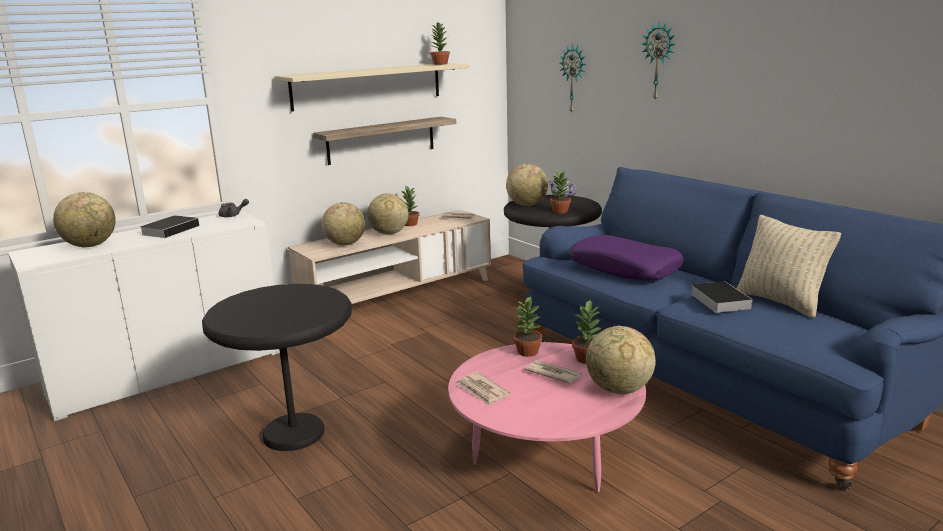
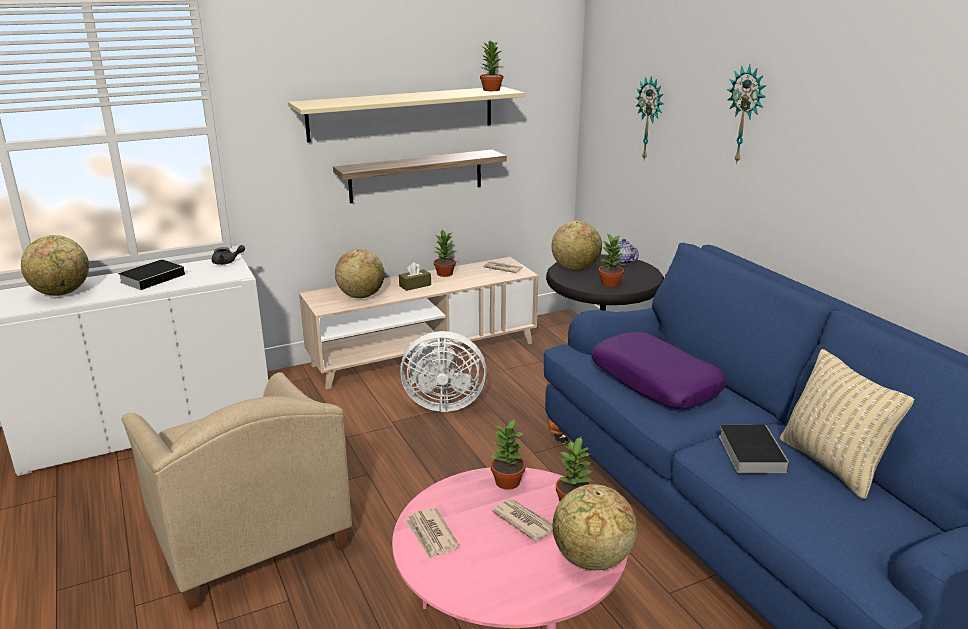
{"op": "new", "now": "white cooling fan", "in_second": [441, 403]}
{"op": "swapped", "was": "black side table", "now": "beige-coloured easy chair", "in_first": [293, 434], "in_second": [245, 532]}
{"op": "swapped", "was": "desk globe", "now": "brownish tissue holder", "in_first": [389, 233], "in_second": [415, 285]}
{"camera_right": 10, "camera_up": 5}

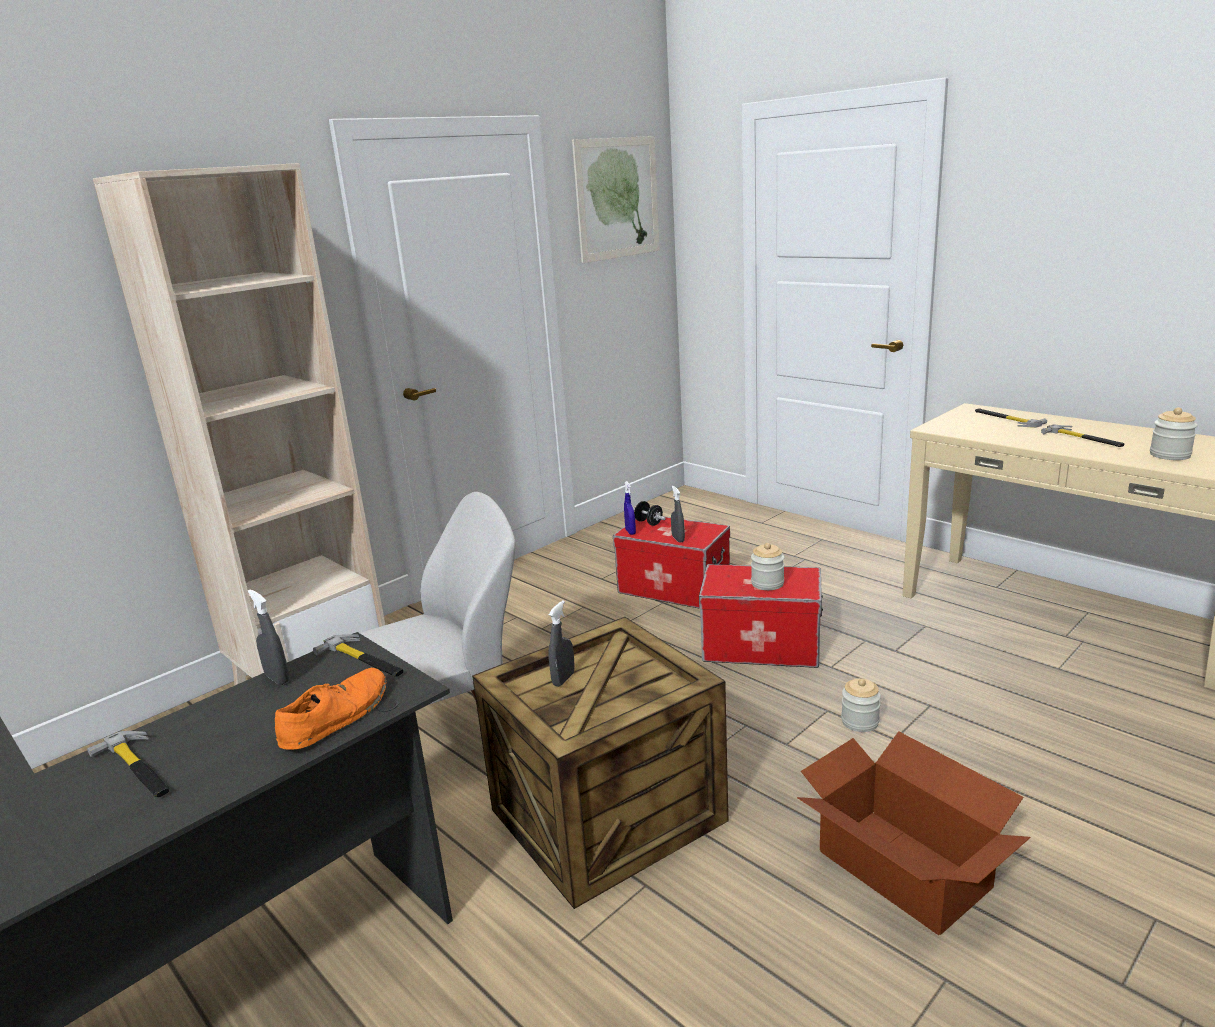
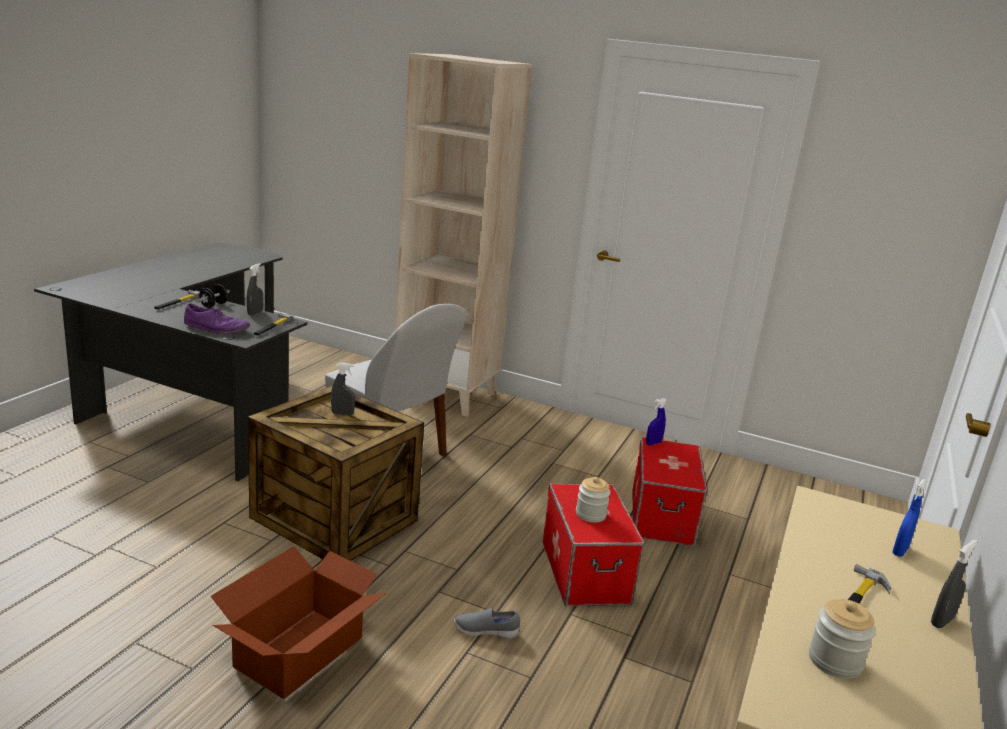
{"op": "gone", "was": "wall art", "in_first": [617, 198]}
{"op": "shifted", "was": "black free weight", "in_first": [648, 523], "in_second": [213, 305]}
{"op": "shifted", "was": "grey spray bottle", "in_first": [678, 539], "in_second": [942, 621]}
{"op": "swapped", "was": "preserve jar", "now": "grey shoe", "in_first": [860, 722], "in_second": [485, 631]}
{"op": "swapped", "was": "hammer", "now": "bluish spray bottle", "in_first": [1006, 420], "in_second": [900, 551]}
{"op": "repainted", "was": "orange-coloured shoe", "now": "purple-coloured shoe", "in_first": [336, 717], "in_second": [216, 328]}
{"camera_right": 65, "camera_up": 0}

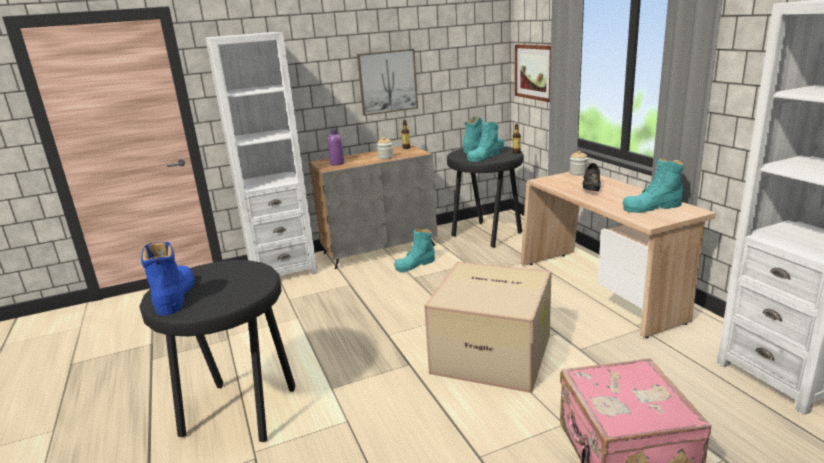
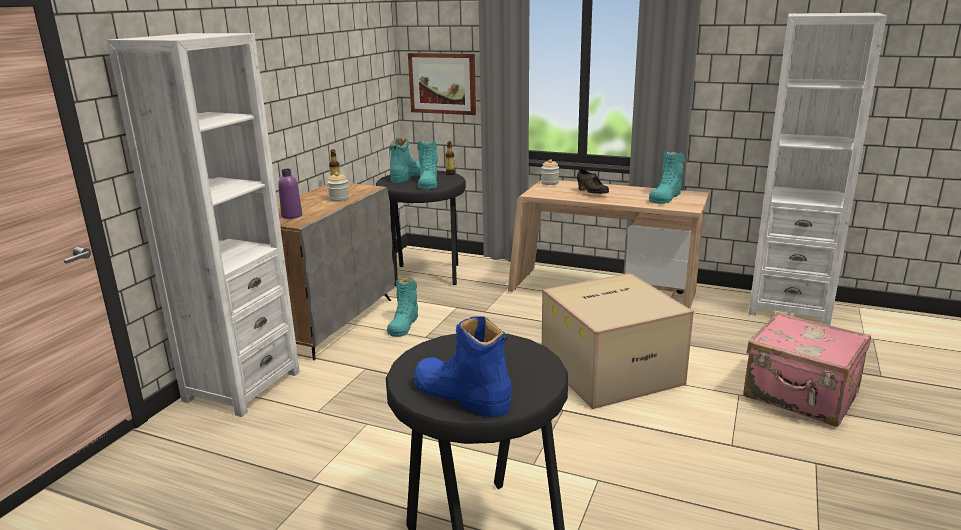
{"op": "gone", "was": "wall art", "in_first": [387, 82]}
{"camera_right": -45, "camera_up": 0}

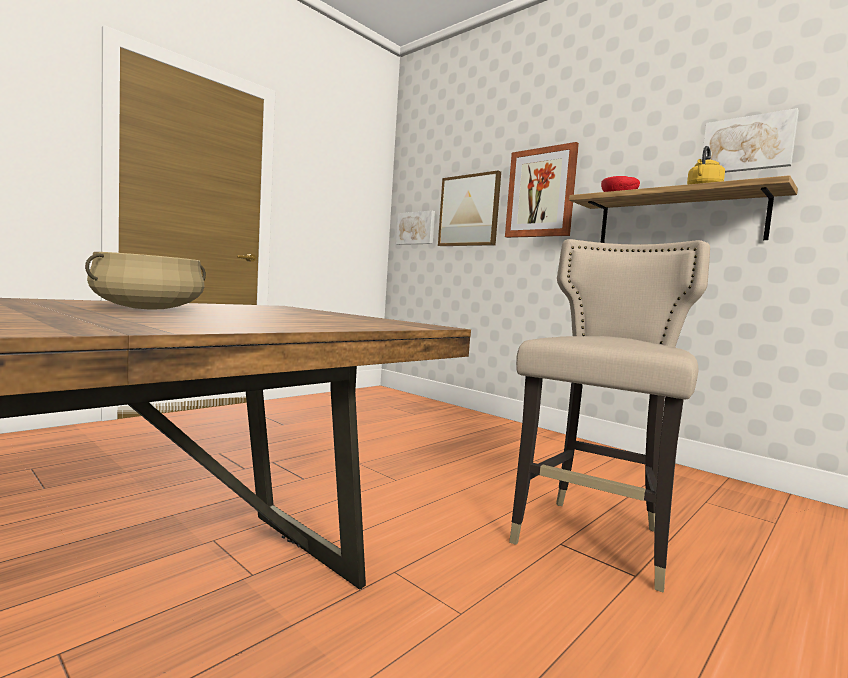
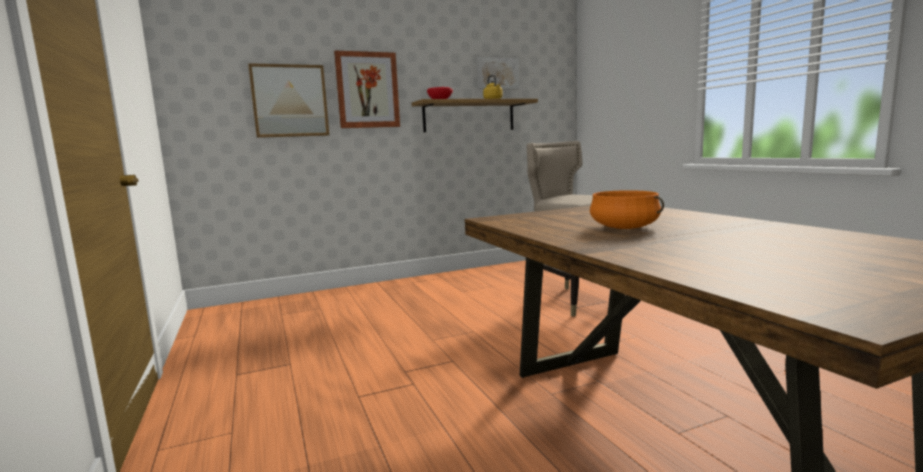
{"op": "gone", "was": "wall art", "in_first": [416, 228]}
{"op": "repainted", "was": "beige-coloured stockpot", "now": "orange-coloured stockpot", "in_first": [148, 309], "in_second": [624, 228]}
{"camera_right": -65, "camera_up": 5}

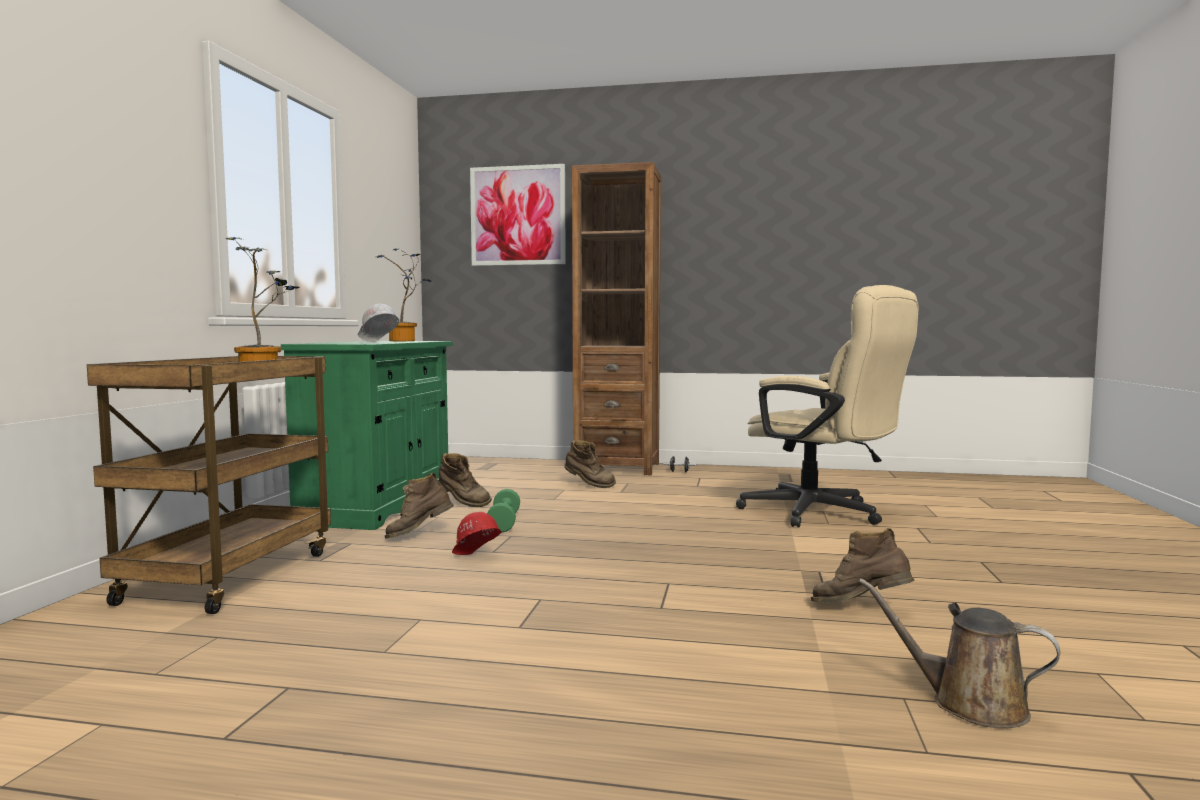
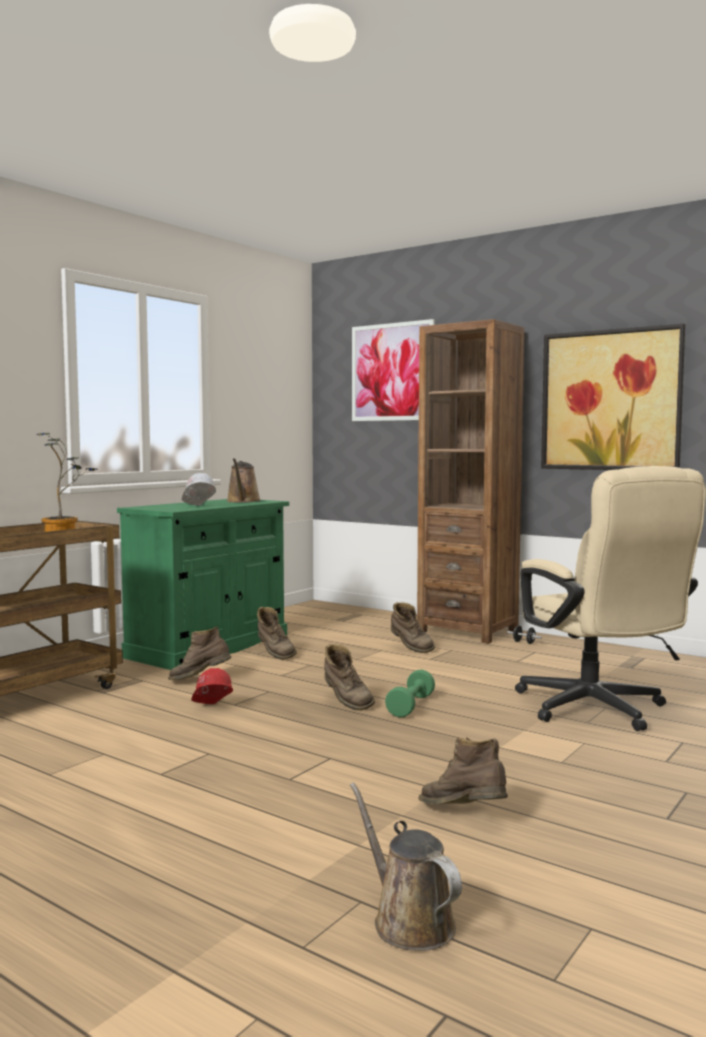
{"op": "new", "now": "brownish tall boot", "in_second": [346, 702]}
{"op": "new", "now": "wall art", "in_second": [610, 400]}
{"op": "shifted", "was": "green-coloured free weight", "in_first": [504, 523], "in_second": [410, 706]}
{"op": "swapped", "was": "potted plant", "now": "brownish sprinkling can", "in_first": [405, 341], "in_second": [243, 501]}
{"camera_right": 25, "camera_up": 0}

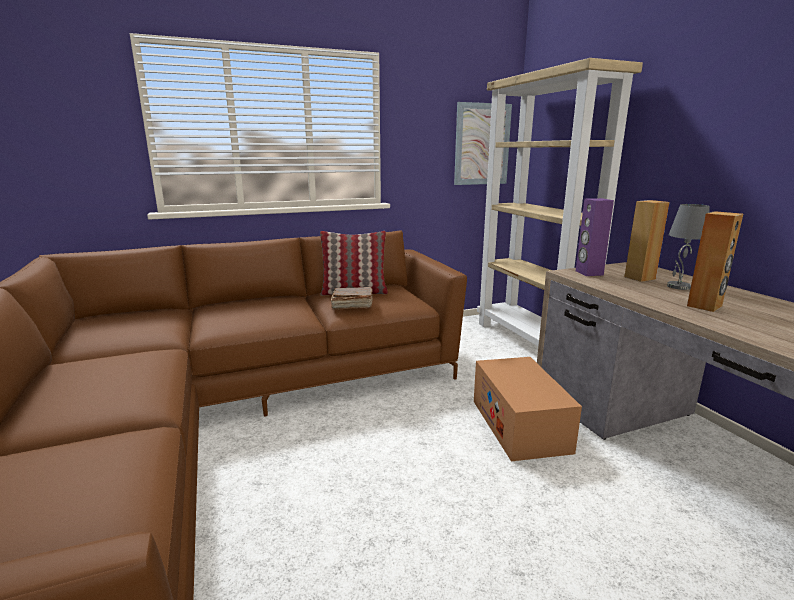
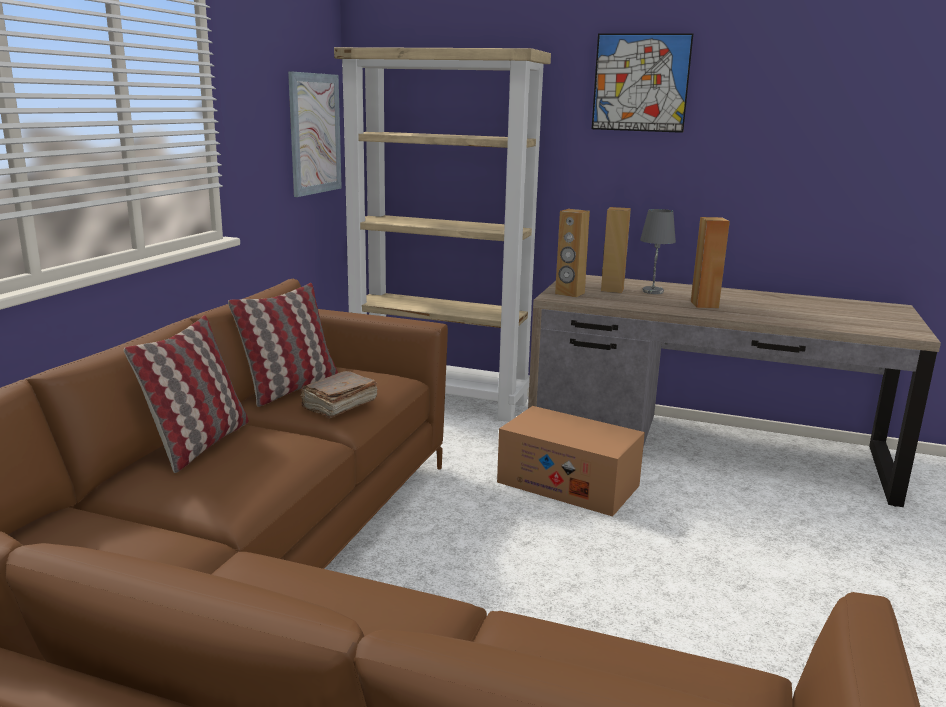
{"op": "new", "now": "cushion", "in_second": [199, 444]}
{"op": "new", "now": "wall art", "in_second": [640, 83]}
{"op": "repainted", "was": "purple-coloured audio speaker", "now": "brownish audio speaker", "in_first": [588, 273], "in_second": [569, 293]}
{"camera_right": -50, "camera_up": 0}

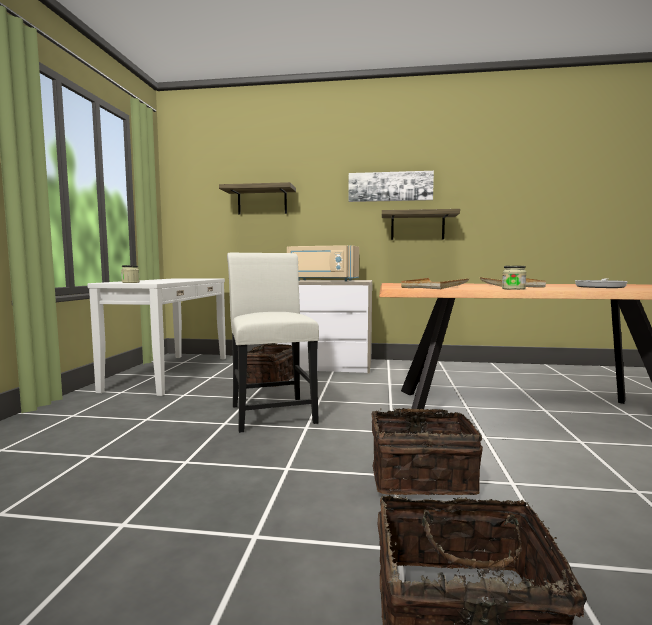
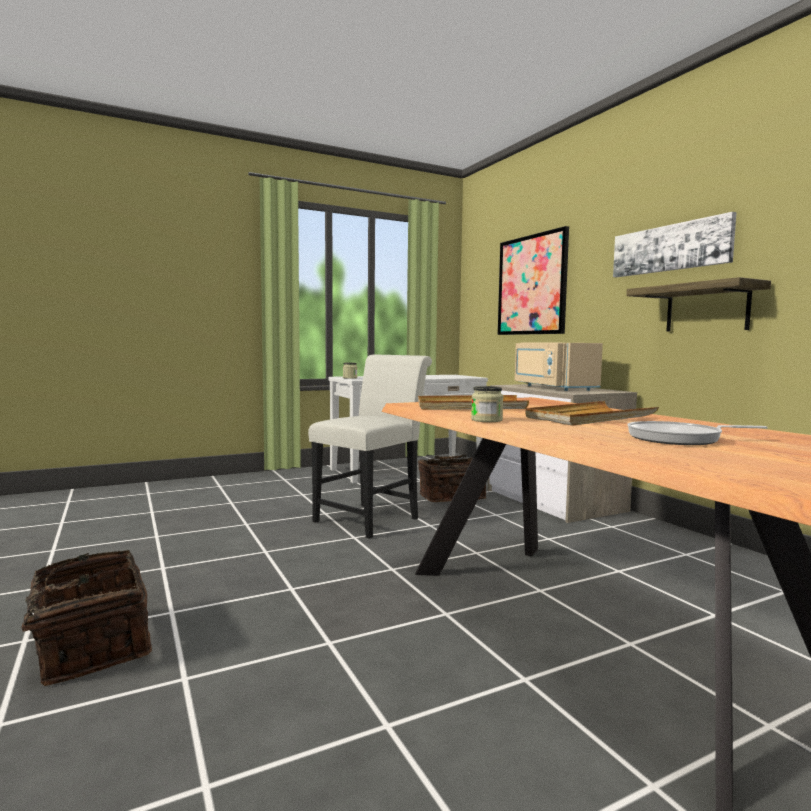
{"op": "gone", "was": "household basket", "in_first": [420, 477]}
{"op": "swapped", "was": "bracket shelf", "now": "wall art", "in_first": [262, 201], "in_second": [532, 285]}
{"camera_right": 55, "camera_up": 0}

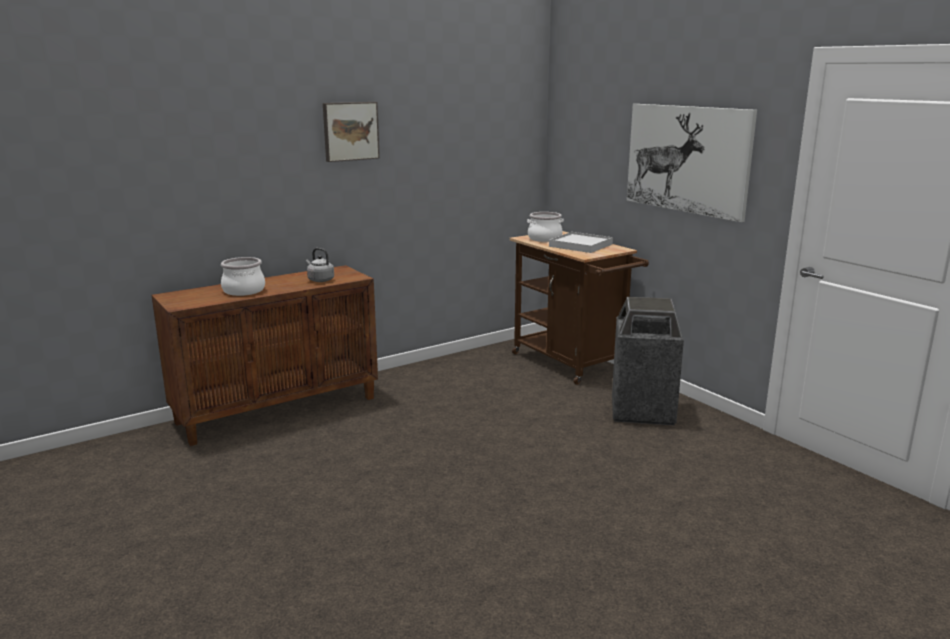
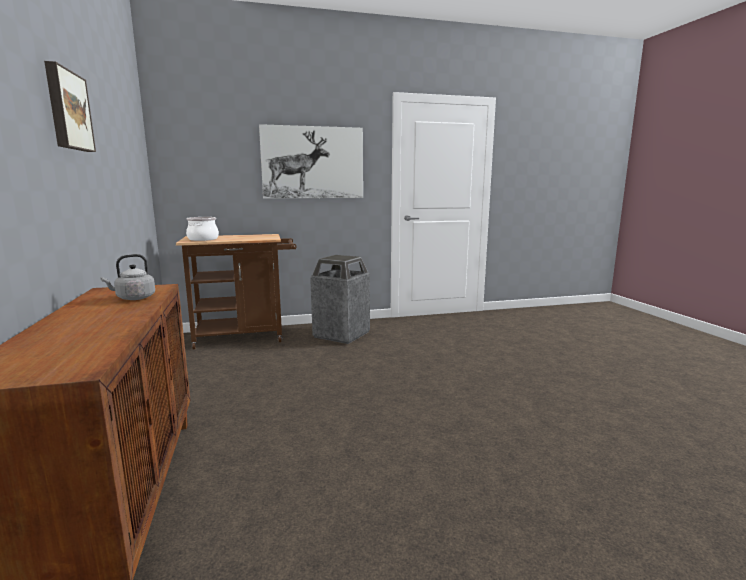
{"op": "gone", "was": "stockpot", "in_first": [243, 291]}
{"op": "gone", "was": "white tray", "in_first": [580, 245]}
{"camera_right": -70, "camera_up": -5}

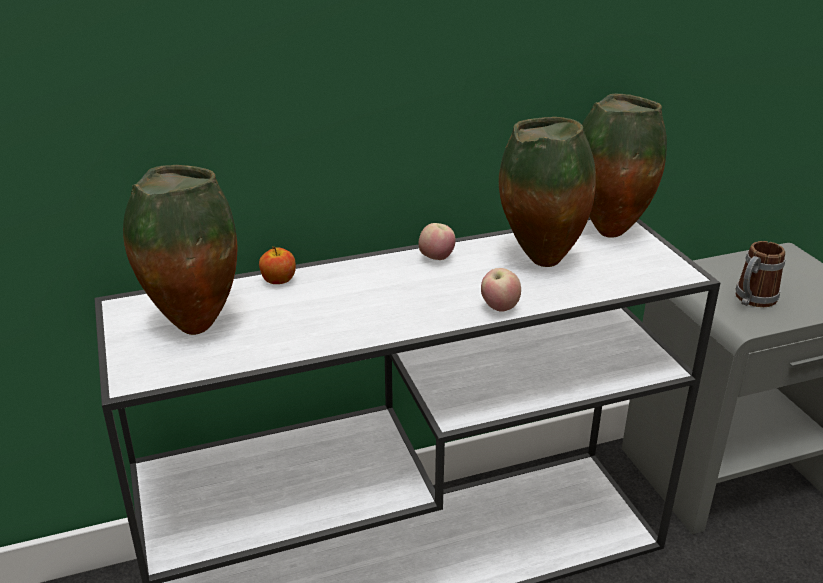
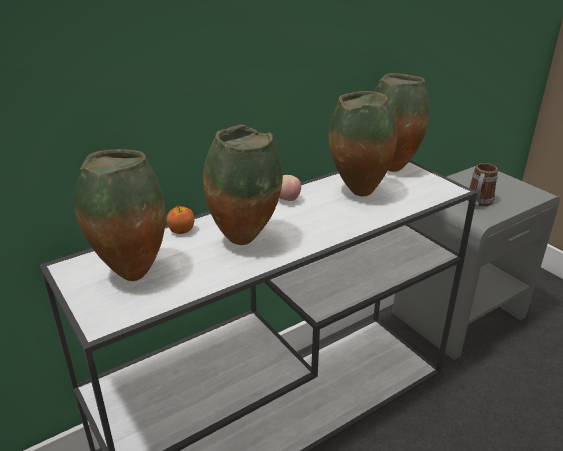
{"op": "gone", "was": "apple fruit", "in_first": [499, 307]}
{"op": "new", "now": "vase", "in_second": [245, 240]}
{"camera_right": -15, "camera_up": 0}

